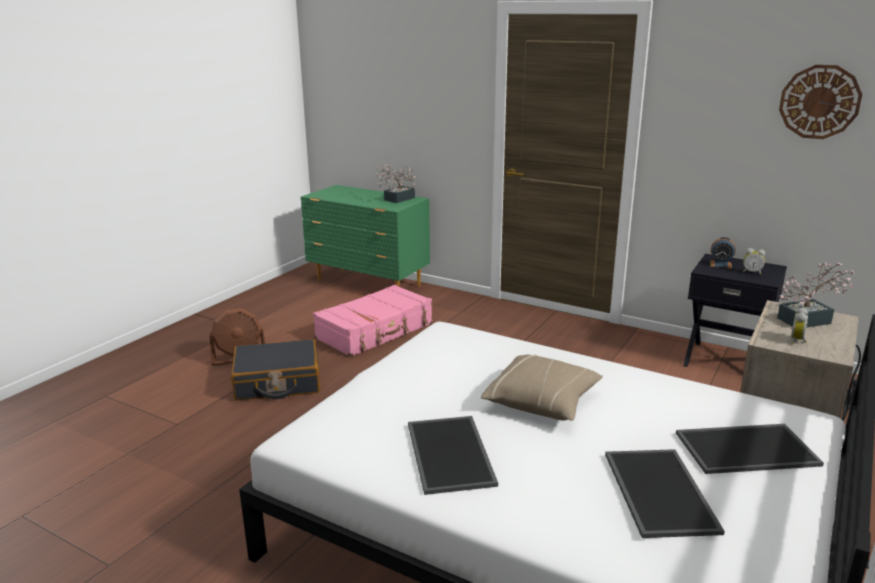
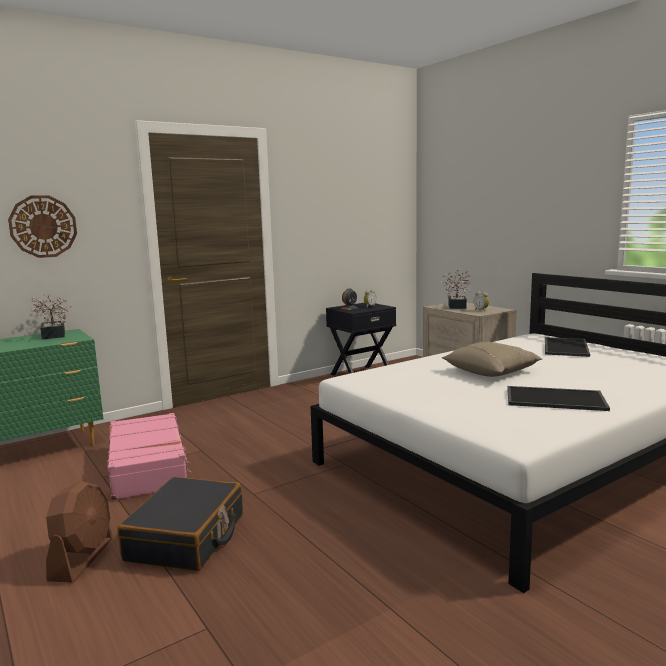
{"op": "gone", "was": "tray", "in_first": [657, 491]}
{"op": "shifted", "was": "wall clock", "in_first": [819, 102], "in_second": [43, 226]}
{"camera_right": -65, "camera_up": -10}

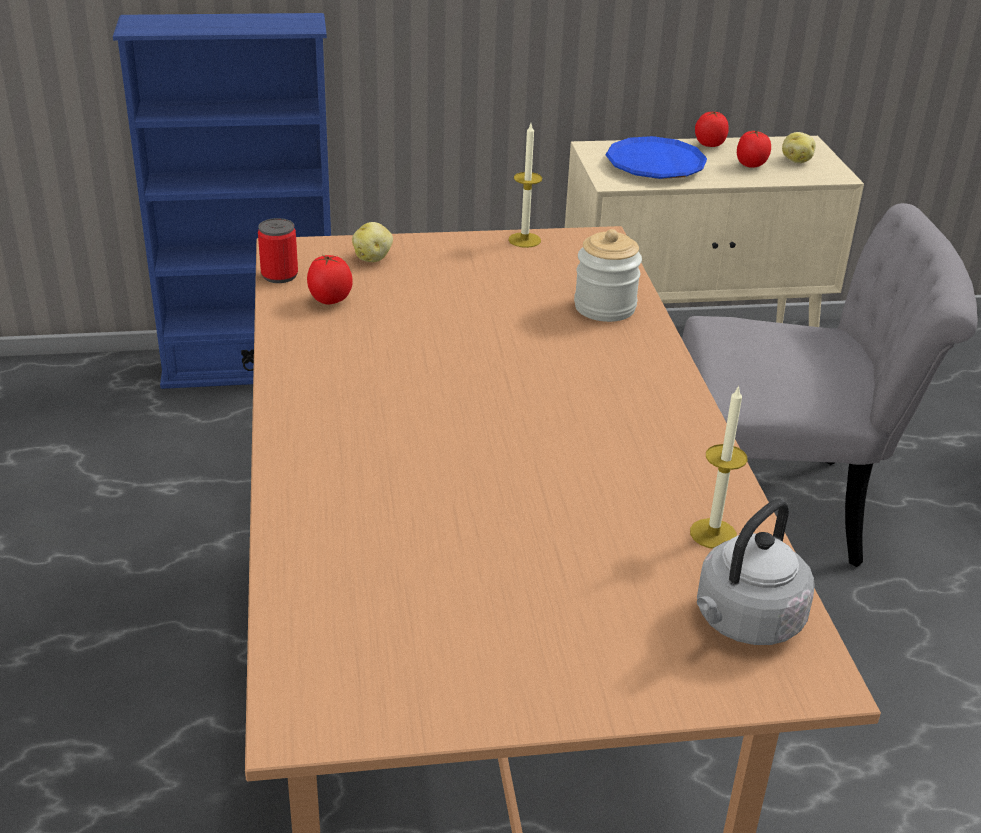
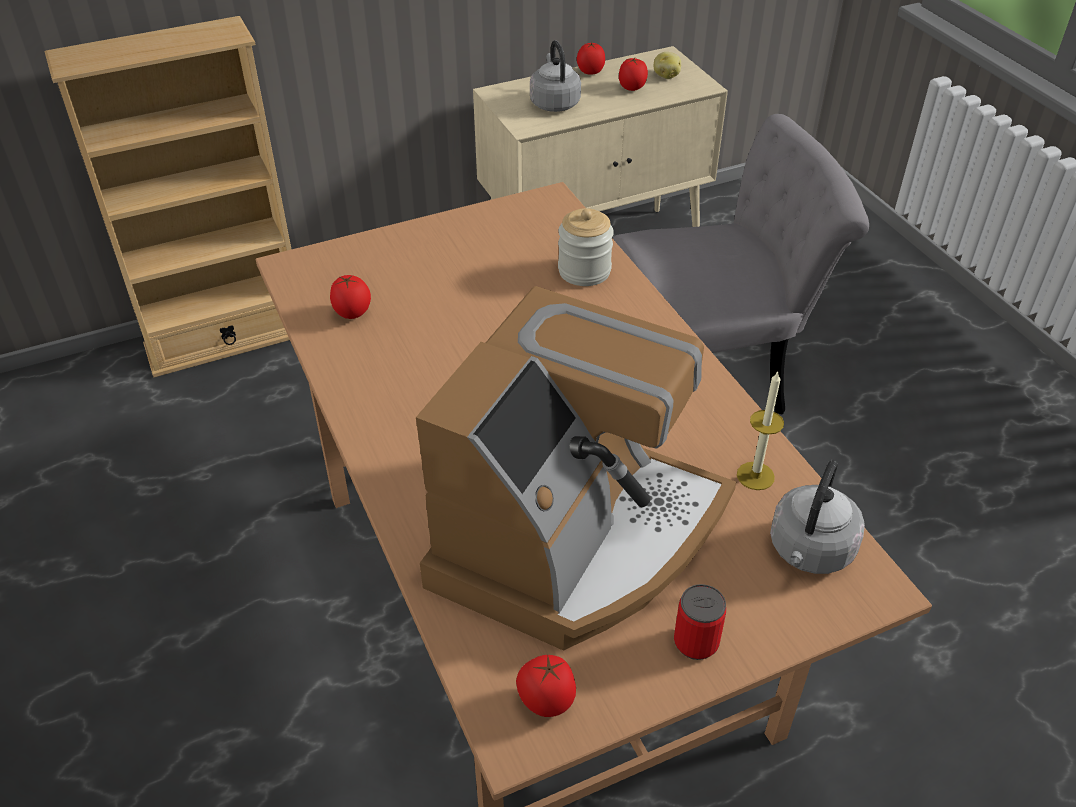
{"op": "gone", "was": "whole potato", "in_first": [373, 258]}
{"op": "gone", "was": "wax candle", "in_first": [524, 240]}
{"op": "new", "now": "coffee machine", "in_second": [576, 538]}
{"op": "new", "now": "tomato", "in_second": [546, 701]}
{"op": "shifted", "was": "sealed can", "in_first": [279, 275], "in_second": [696, 642]}
{"op": "swapped", "was": "bluish flat dish", "now": "grey water kettle", "in_first": [655, 165], "in_second": [554, 103]}
{"op": "repainted", "was": "bluish bookcase", "now": "beige-coloured bookcase", "in_first": [251, 368], "in_second": [228, 339]}
{"camera_right": -15, "camera_up": 10}

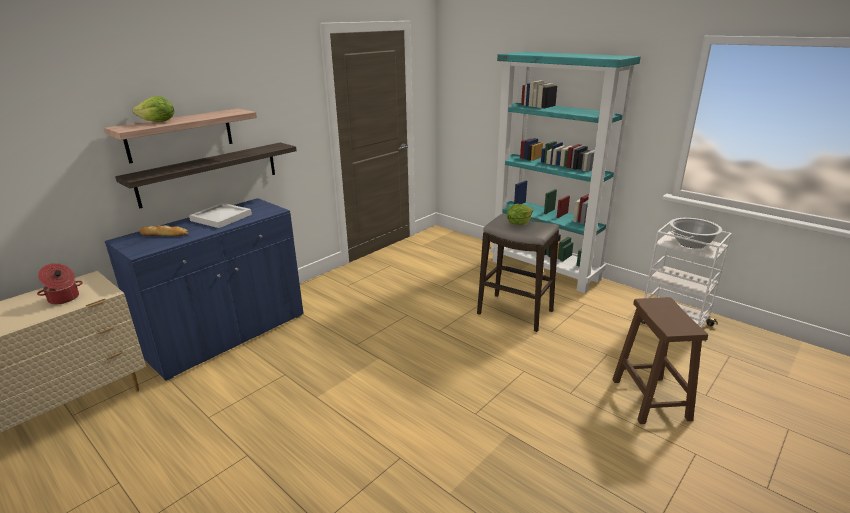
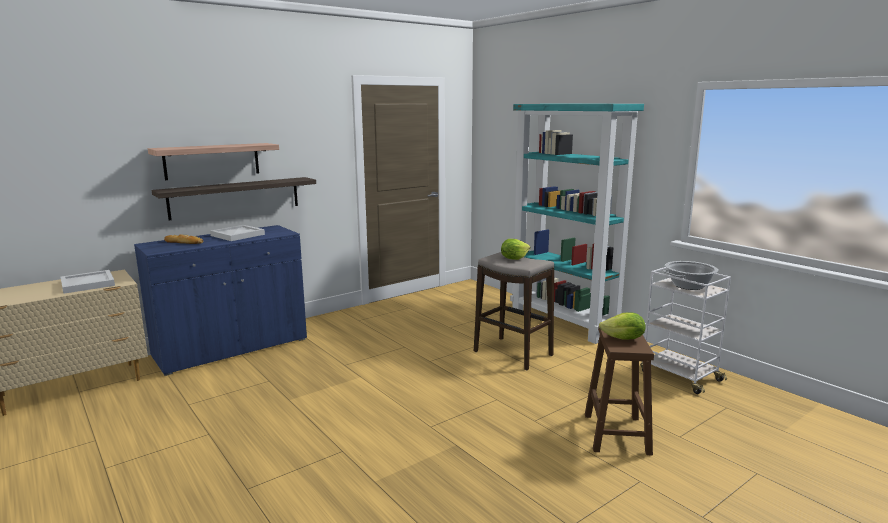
{"op": "shifted", "was": "head of lettuce", "in_first": [158, 122], "in_second": [623, 339]}
{"op": "swapped", "was": "stockpot", "now": "white tray", "in_first": [64, 299], "in_second": [88, 284]}
{"camera_right": 10, "camera_up": -10}

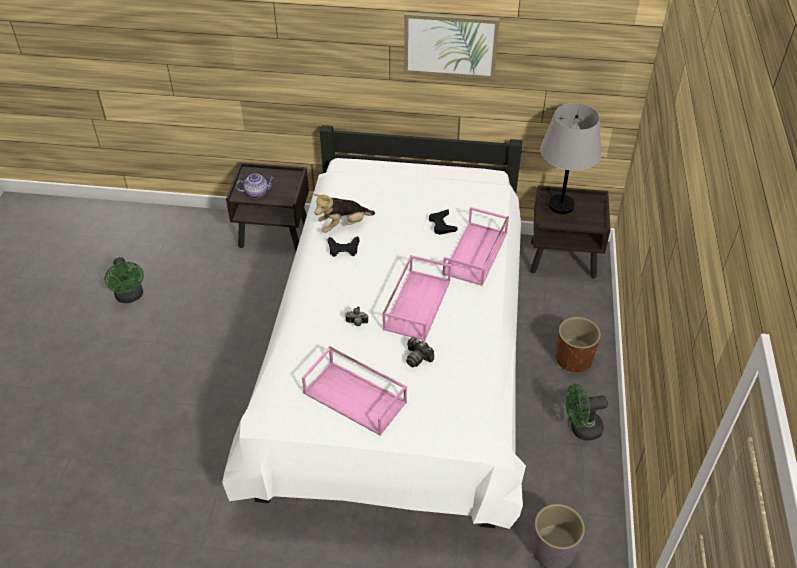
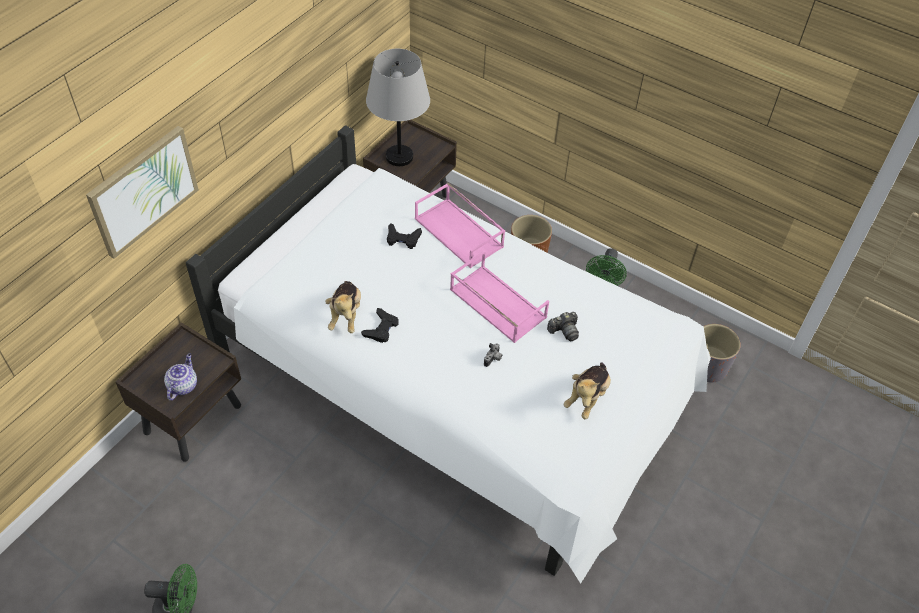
{"op": "shifted", "was": "wall art", "in_first": [450, 44], "in_second": [143, 190]}
{"op": "swapped", "was": "pink tray", "now": "cuddly toy", "in_first": [356, 397], "in_second": [587, 397]}
{"camera_right": -65, "camera_up": 5}

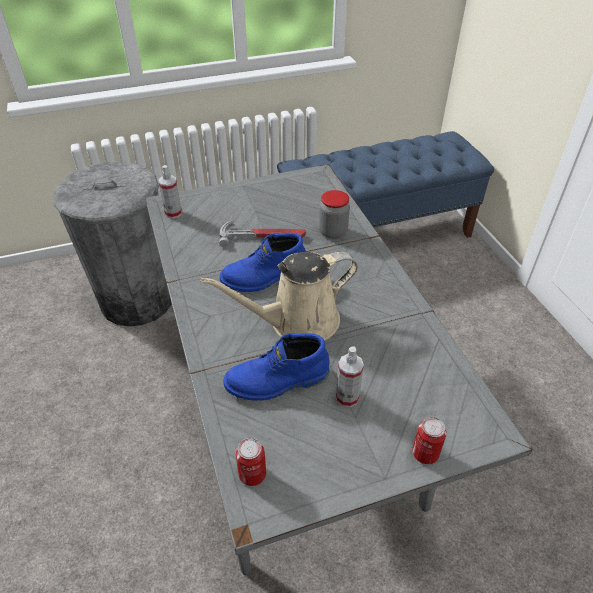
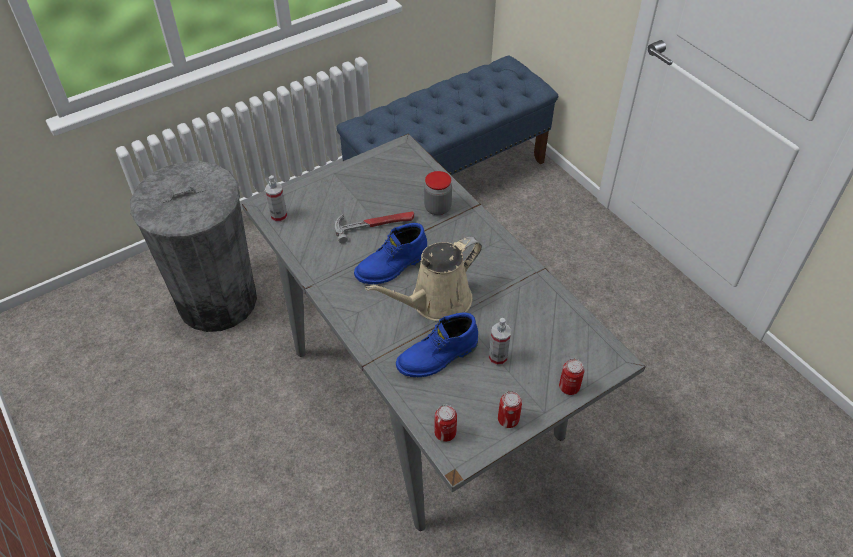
{"op": "new", "now": "sealed can", "in_second": [508, 419]}
{"camera_right": -15, "camera_up": 5}

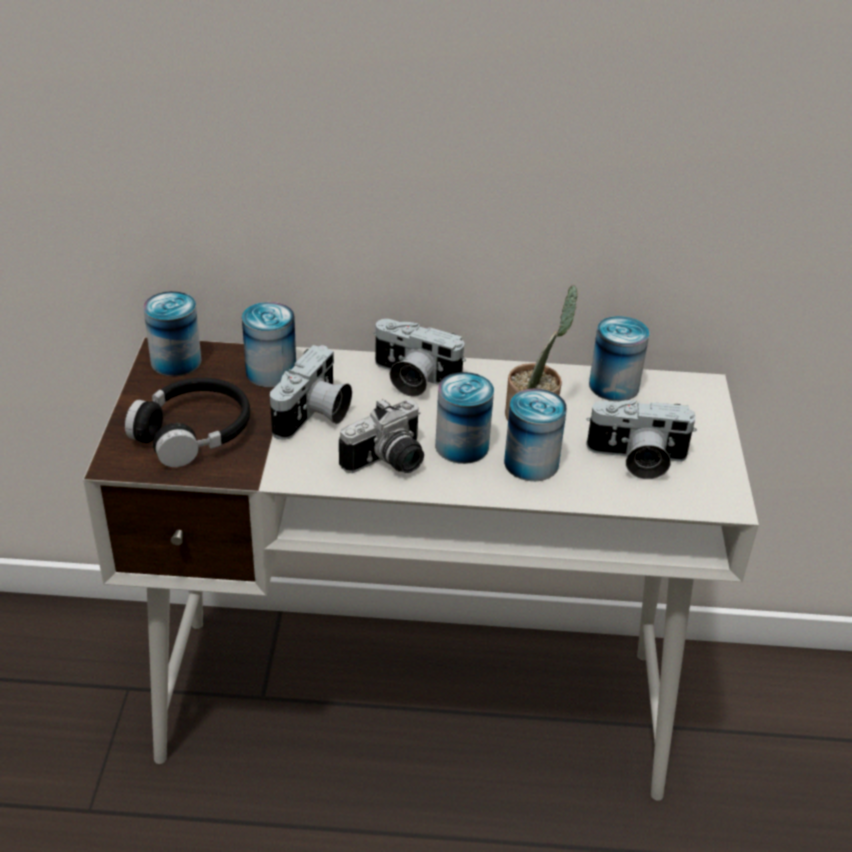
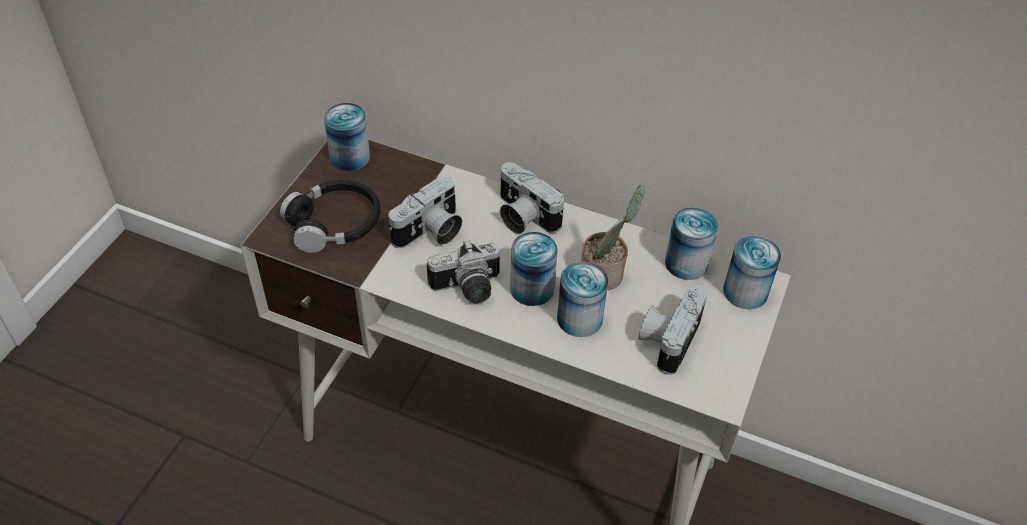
{"op": "shifted", "was": "sealed can", "in_first": [271, 372], "in_second": [745, 292]}
{"op": "rotated", "was": "photo camera", "in_first": [636, 459], "in_second": [668, 338], "clockwise": 90}
{"camera_right": 20, "camera_up": 10}

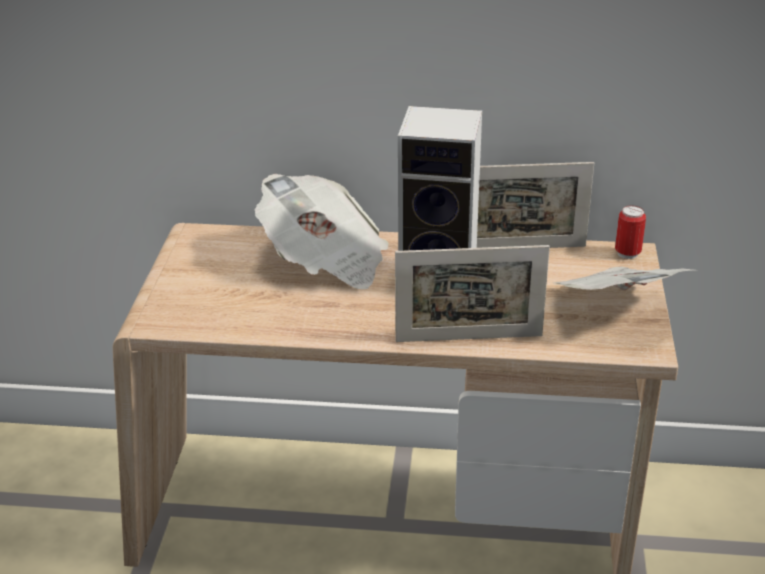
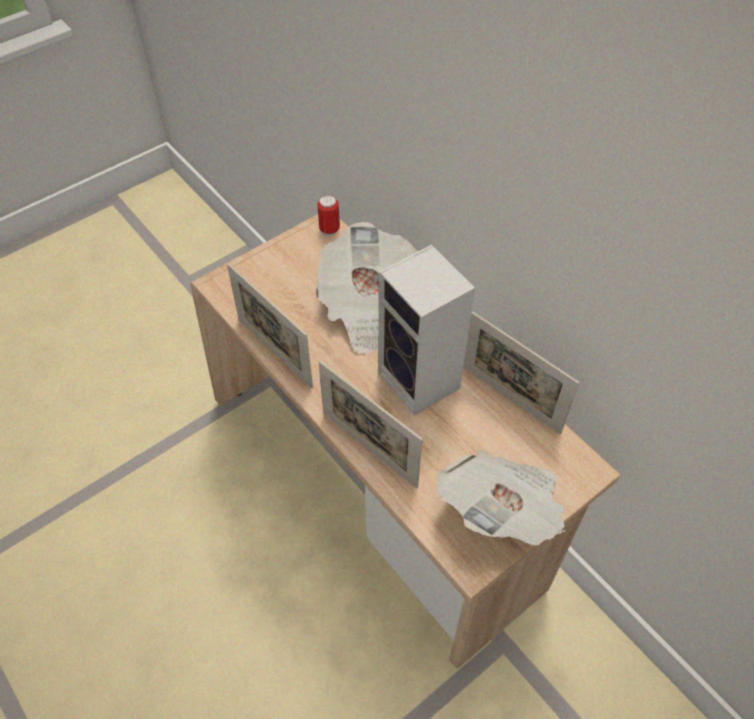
{"op": "new", "now": "standing frame", "in_second": [274, 352]}
{"op": "shifted", "was": "sealed can", "in_first": [627, 253], "in_second": [329, 229]}
{"camera_right": 45, "camera_up": 20}

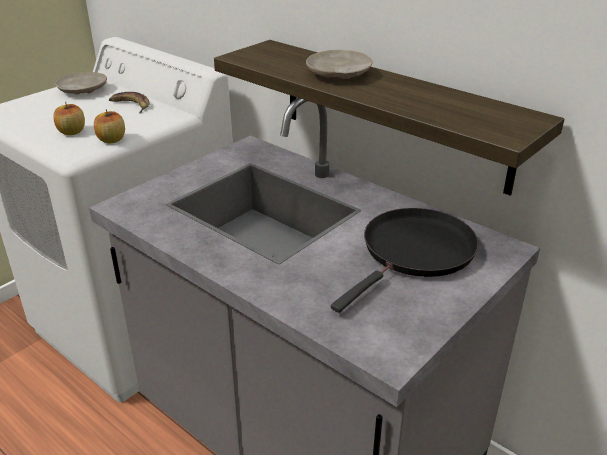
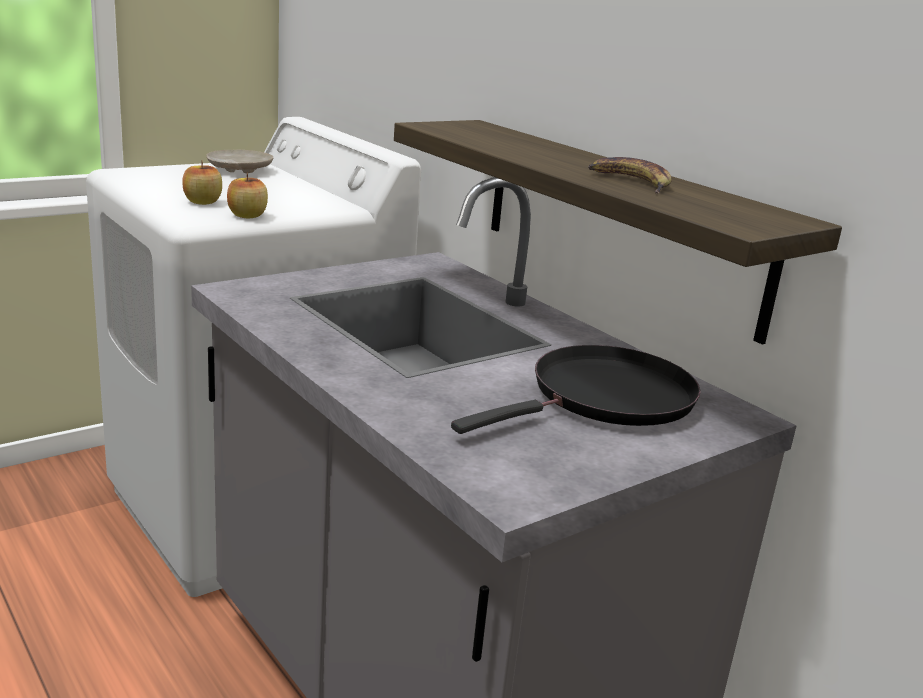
{"op": "gone", "was": "beige-coloured flat dish", "in_first": [338, 75]}
{"op": "shifted", "was": "banana fruit", "in_first": [131, 105], "in_second": [630, 181]}
{"camera_right": 10, "camera_up": -10}

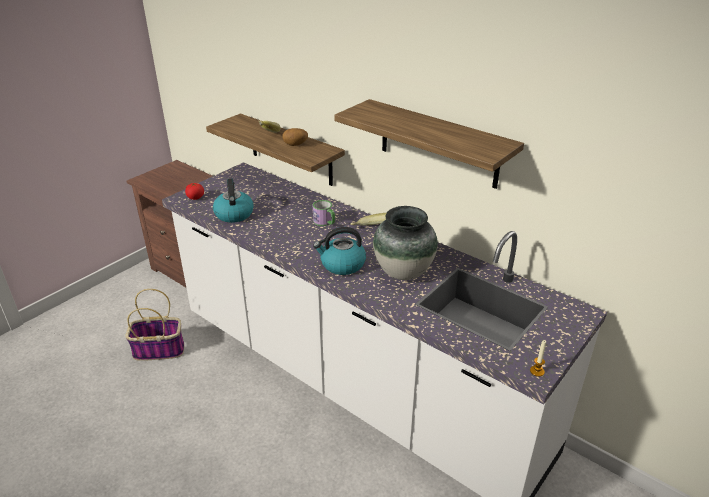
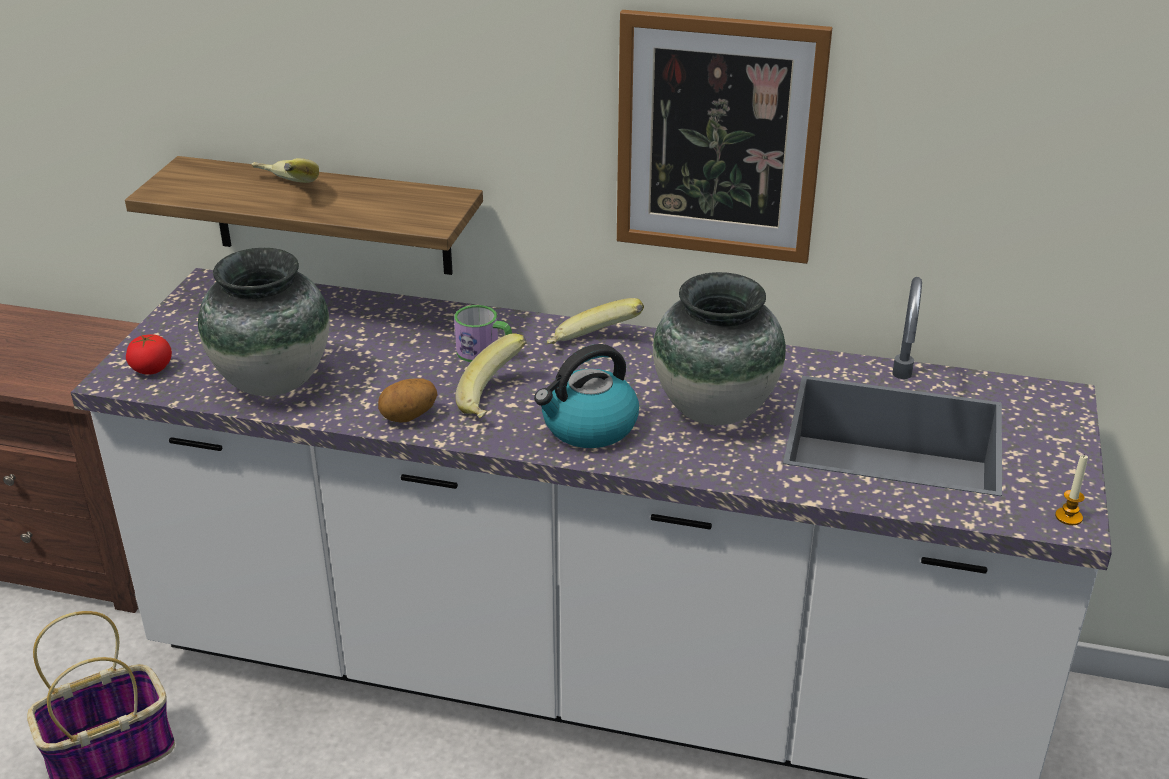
{"op": "new", "now": "banana fruit", "in_second": [495, 400]}
{"op": "shifted", "was": "whole potato", "in_first": [295, 145], "in_second": [409, 417]}
{"op": "swapped", "was": "water kettle", "now": "vase", "in_first": [234, 214], "in_second": [273, 383]}
{"op": "swapped", "was": "bracket shelf", "now": "wall art", "in_first": [438, 144], "in_second": [718, 139]}
{"camera_right": -25, "camera_up": 0}

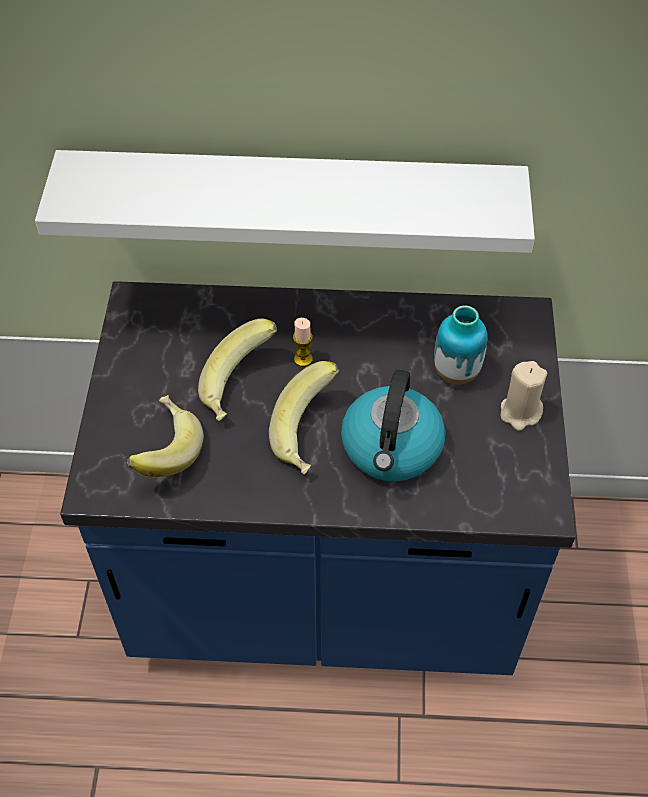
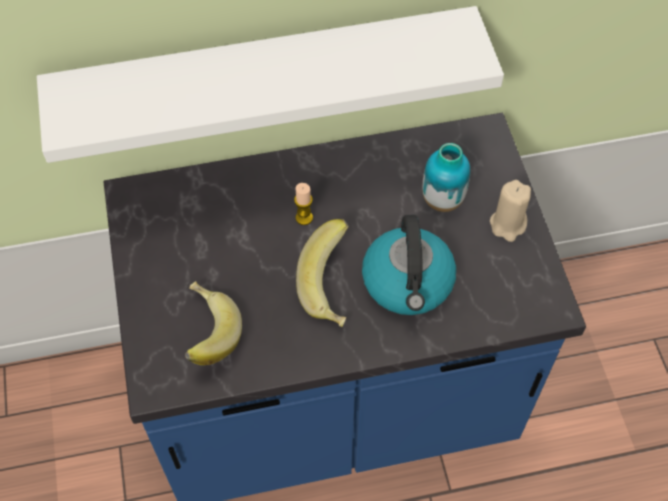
{"op": "gone", "was": "banana fruit", "in_first": [241, 387]}
{"camera_right": -15, "camera_up": 5}

